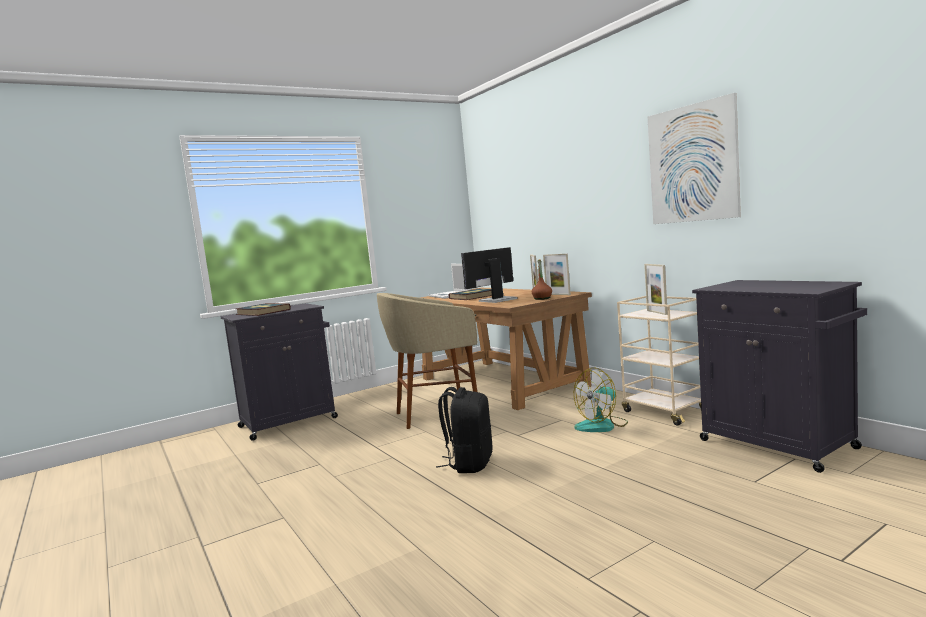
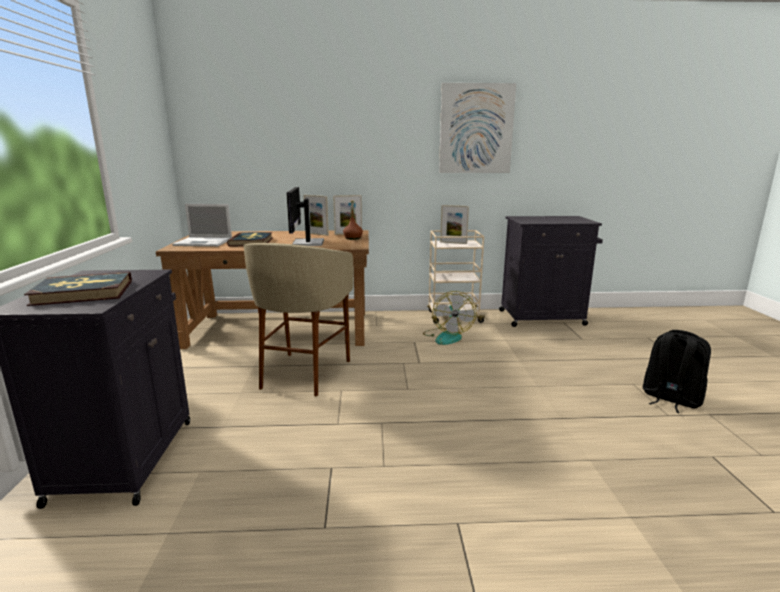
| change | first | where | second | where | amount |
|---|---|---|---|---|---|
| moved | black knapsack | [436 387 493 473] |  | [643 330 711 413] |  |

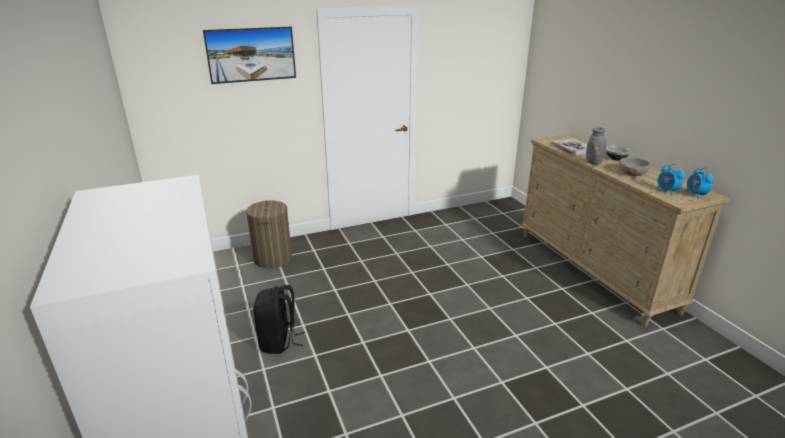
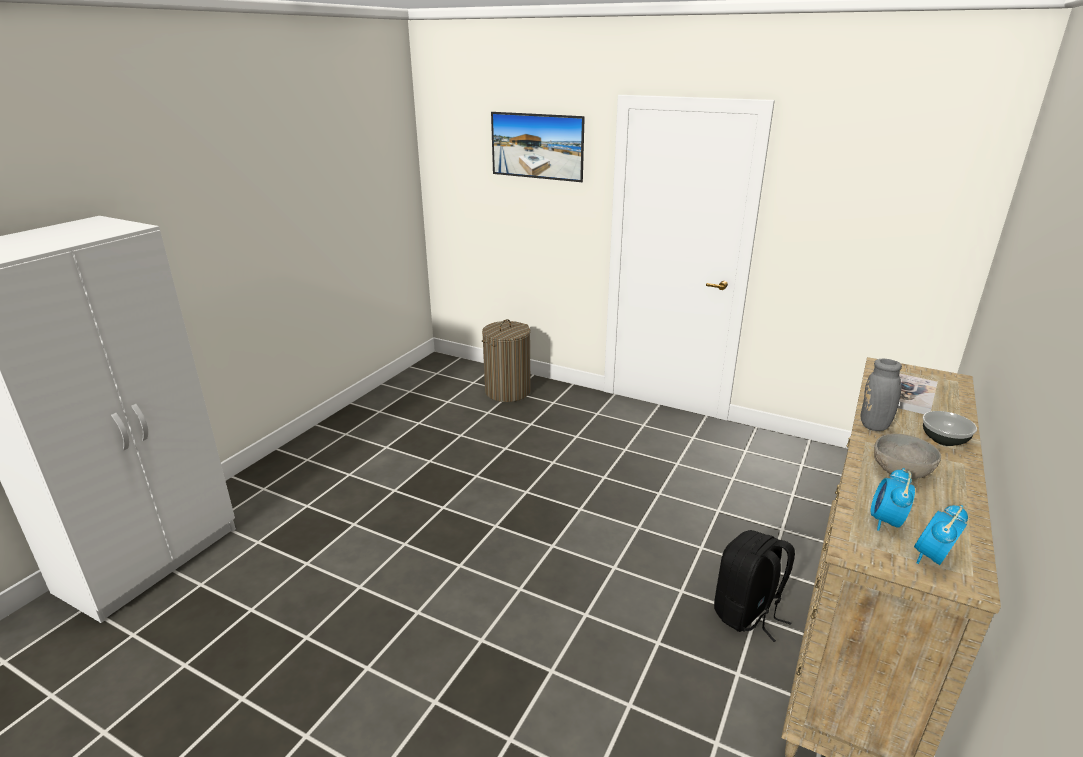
| change | first | where | second | where | amount |
|---|---|---|---|---|---|
| moved | black knapsack | [253 285 305 354] |  | [714 530 795 642] |  |

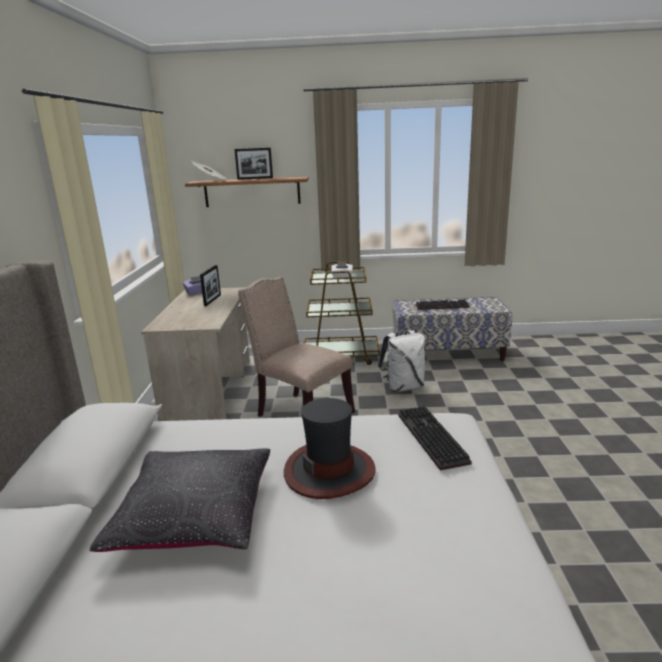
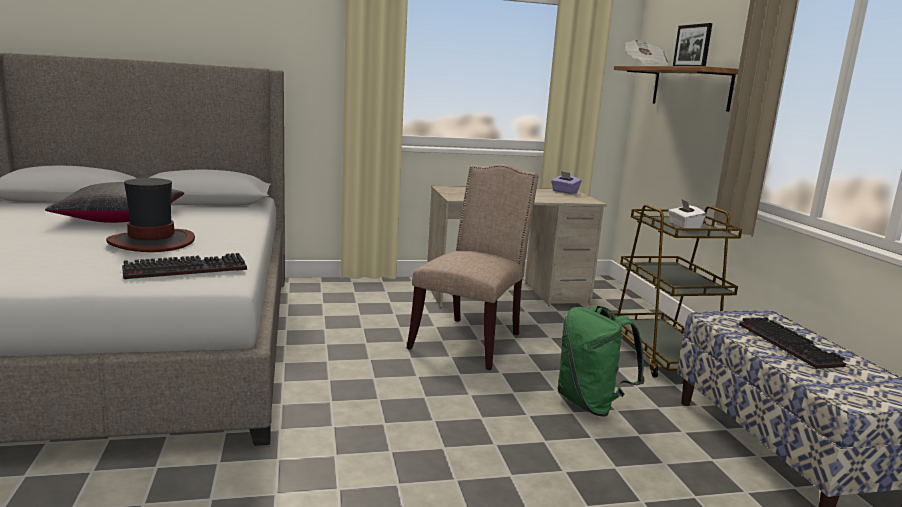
| change | first | where | second | where | amount |
|---|---|---|---|---|---|
| removed | photo frame | [200 265 221 306] |  |  |  |
| recoloured | white-coloured knapsack | [378 330 425 392] | greenish knapsack | [558 306 645 416] |  |

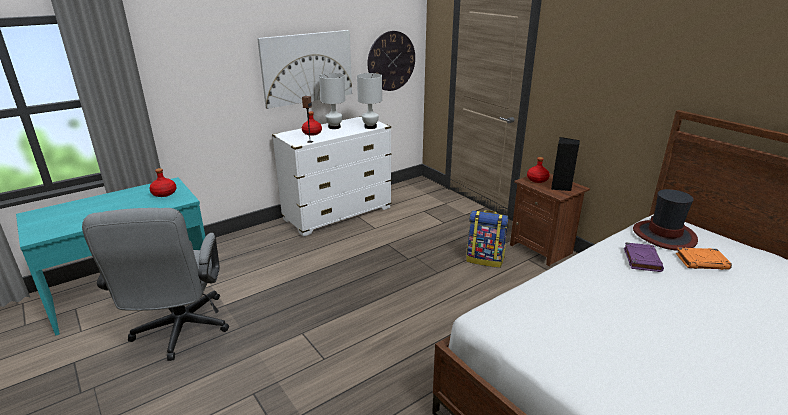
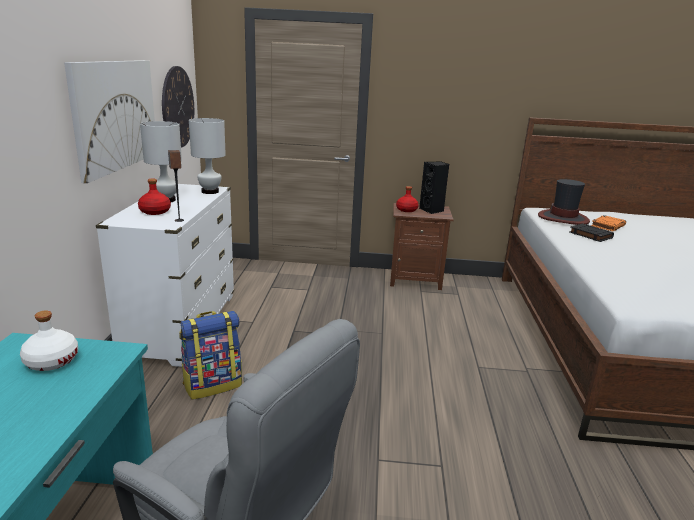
| change | first | where | second | where | amount |
|---|---|---|---|---|---|
| recoloured | red drink bottle | [150 168 176 197] | white-coloured drink bottle | [20 311 78 371] |  |
| moved | knapsack | [466 210 508 268] |  | [180 311 242 400] |  |
| recoloured | purple-coloured volume | [624 242 664 272] | black volume | [569 223 614 242] |  |

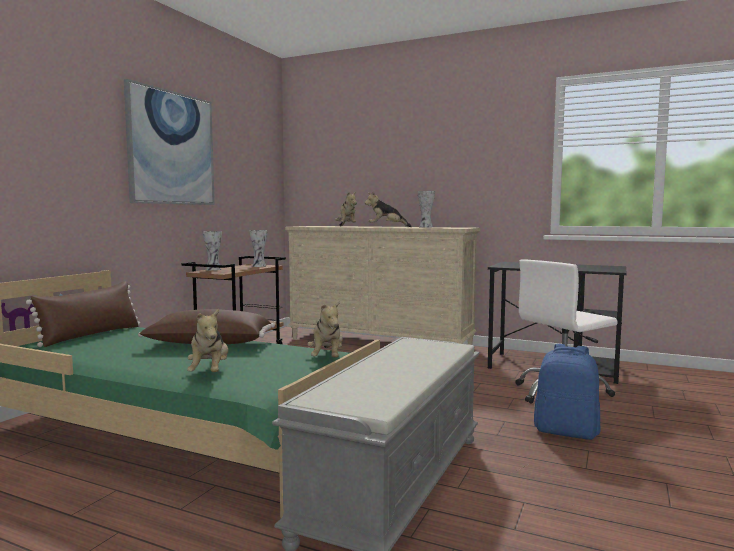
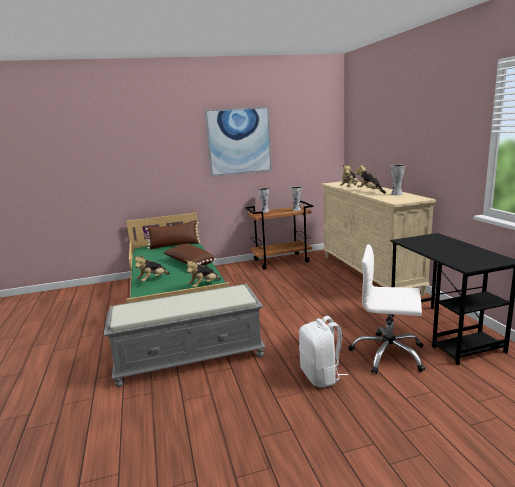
| change | first | where | second | where | amount |
|---|---|---|---|---|---|
| recoloured | blue knapsack | [534 344 601 440] | white-coloured knapsack | [299 316 348 387] |  |

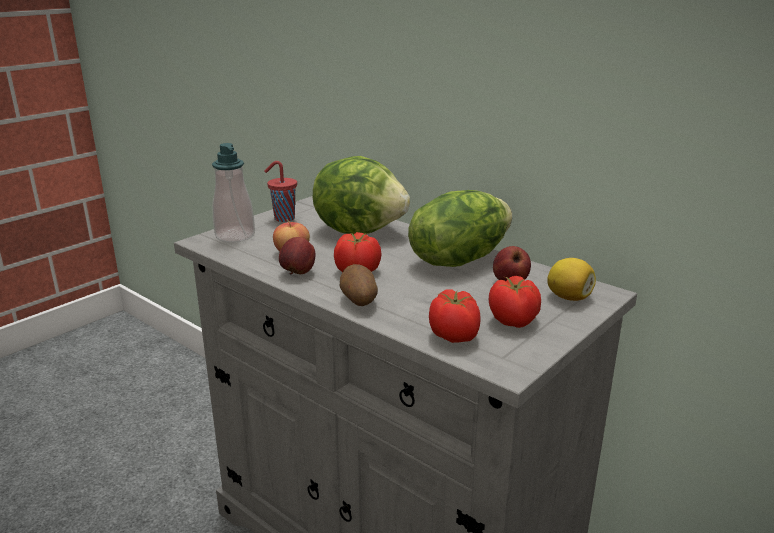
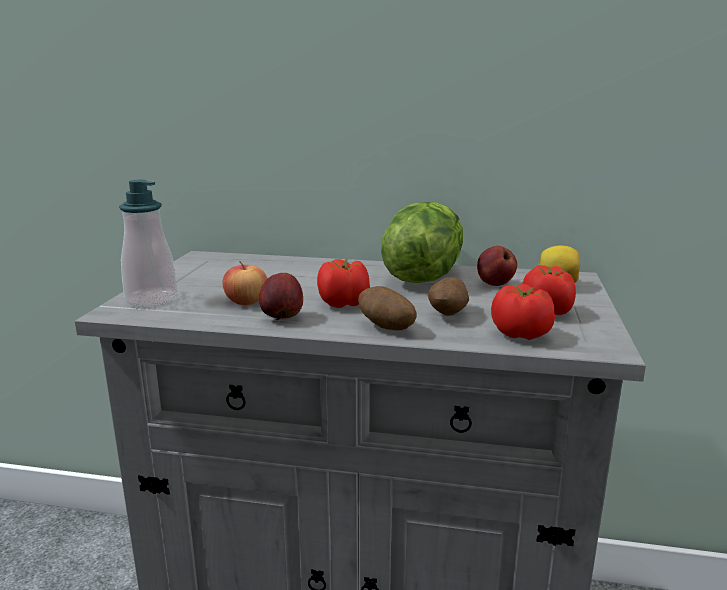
| change | first | where | second | where | amount |
|---|---|---|---|---|---|
| removed | lettuce | [313 156 410 234] |  |  |  |
| removed | red cup | [265 161 297 222] |  |  |  |
| added |  |  | whole potato | [428 277 469 316] |  |

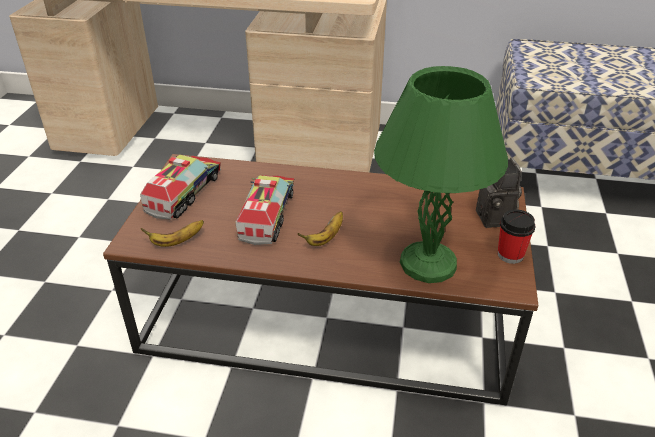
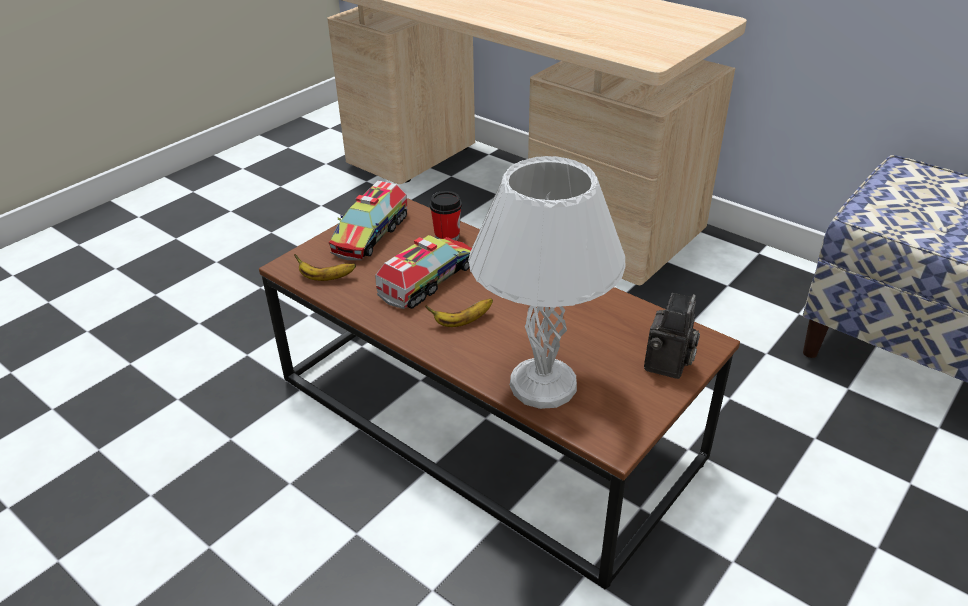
| change | first | where | second | where | amount |
|---|---|---|---|---|---|
| recoloured | greenish tabletop lamp | [374 66 508 283] | white-coloured tabletop lamp | [468 156 626 409] |  |
| turned | toy truck | [140 155 221 219] |  | [329 181 408 260] | 150 degrees clockwise |
| moved | cup | [498 209 536 264] |  | [430 191 462 241] |  |

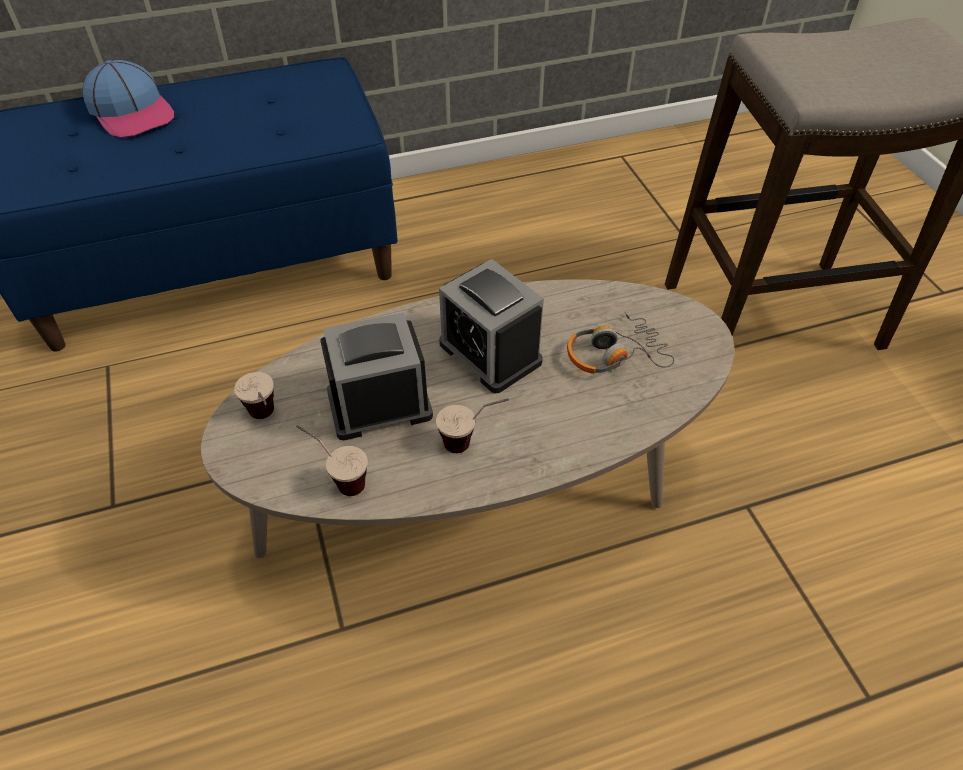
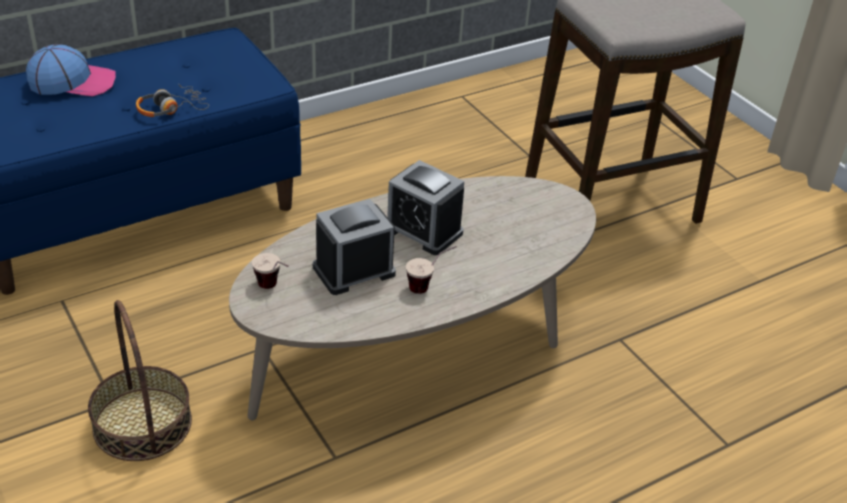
| change | first | where | second | where | amount |
|---|---|---|---|---|---|
| turned | baseball cap | [82 60 174 138] |  | [26 44 116 97] | 45 degrees counterclockwise |
| moved | headphones | [567 312 674 374] |  | [136 84 209 117] |  |
| removed | cup | [296 425 368 496] |  |  |  |
| added |  |  | storage basket | [88 300 192 461] |  |

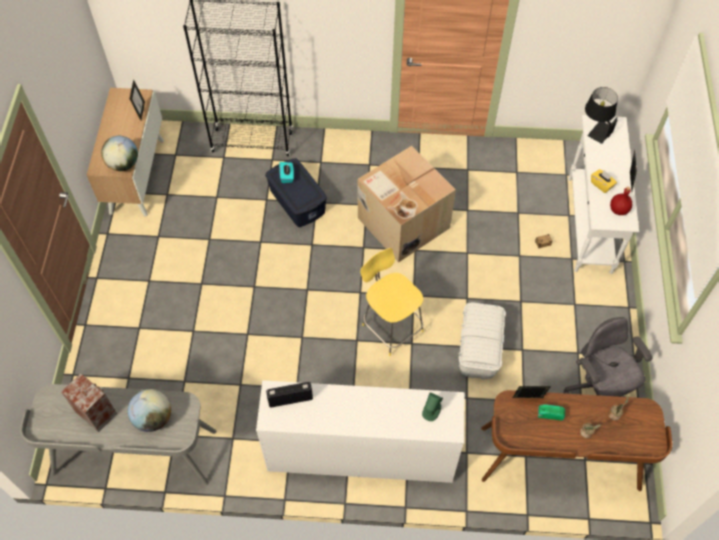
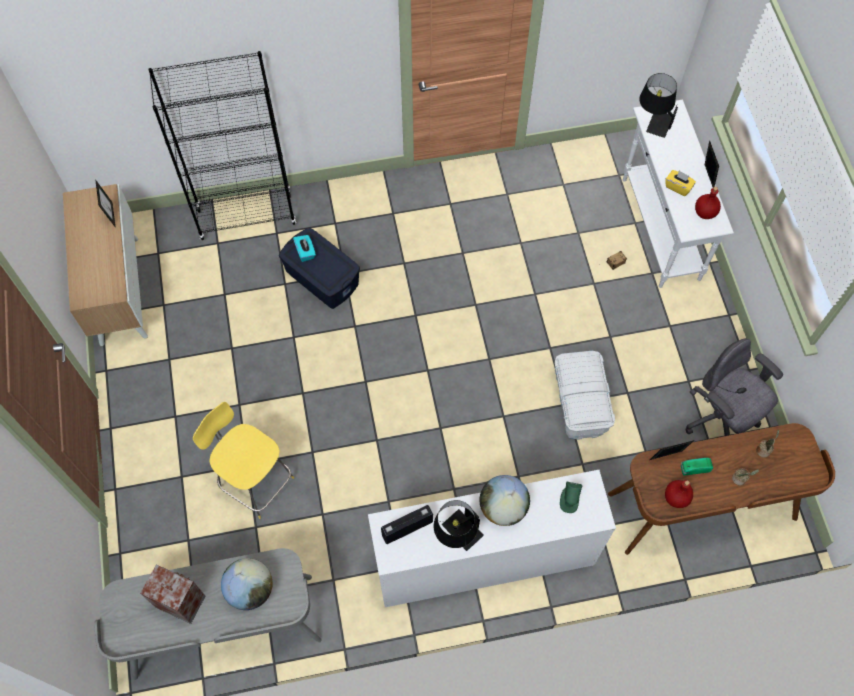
| change | first | where | second | where | amount |
|---|---|---|---|---|---|
| moved | globe | [101 136 138 171] |  | [480 475 530 526] |  |
| removed | carton | [358 146 456 262] |  |  |  |
| moved | yellow stool | [361 248 424 356] |  | [193 402 294 519] |  |
| added |  |  | red drink bottle | [665 480 693 508] |  |
| added |  |  | black tabletop lamp | [434 500 484 551] |  |

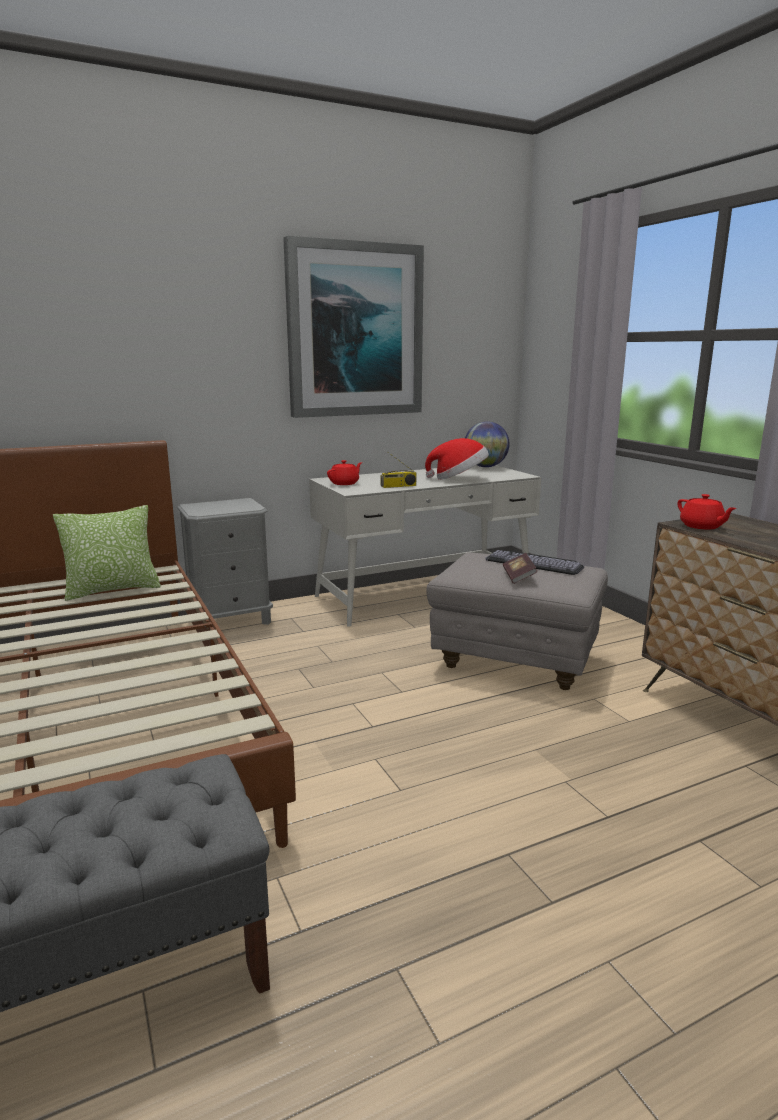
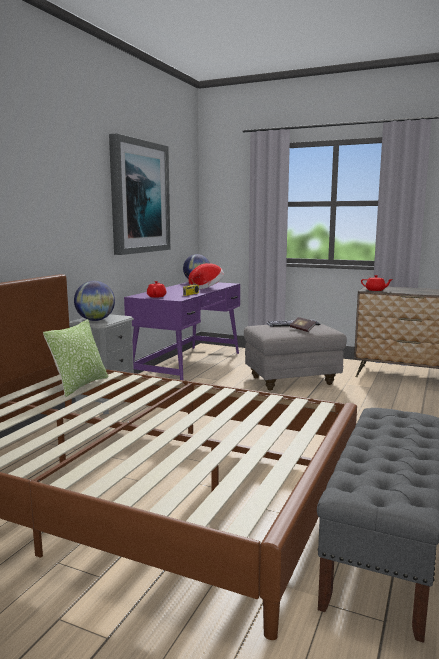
| change | first | where | second | where | amount |
|---|---|---|---|---|---|
| recoloured | white-coloured desk unit | [309 465 541 626] | purple-coloured desk unit | [124 282 240 380] |  |
| added |  |  | globe | [74 281 115 321] |  |

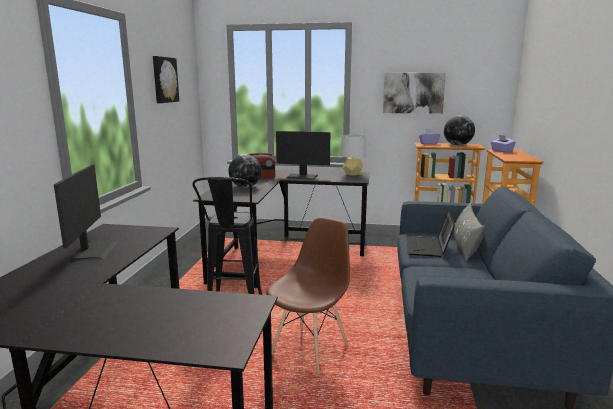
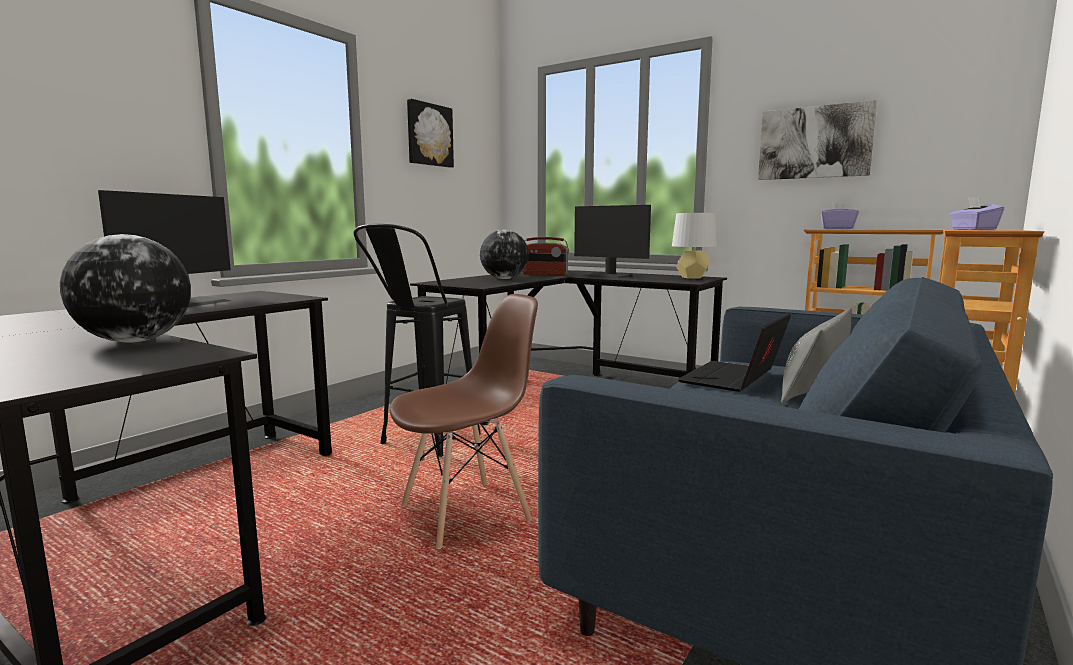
| change | first | where | second | where | amount |
|---|---|---|---|---|---|
| moved | globe | [444 115 475 146] |  | [60 234 191 343] |  |

